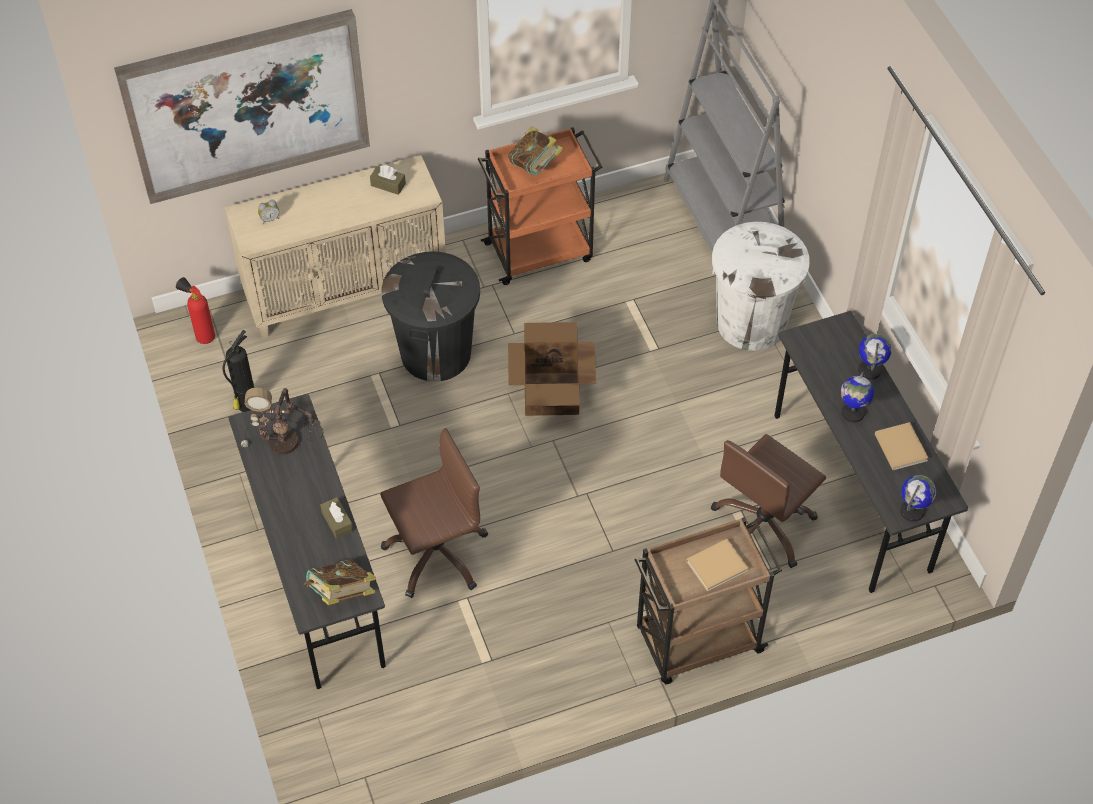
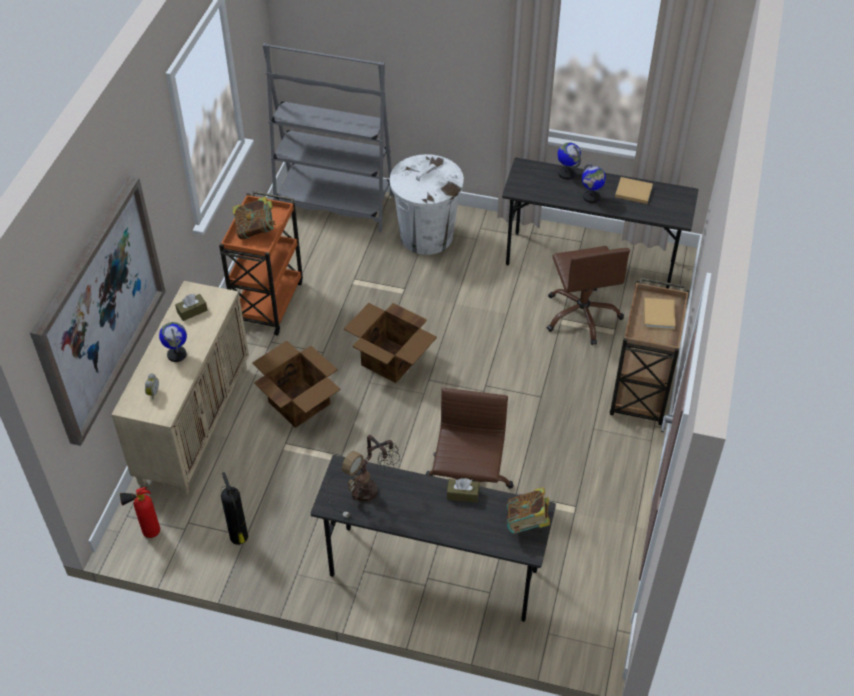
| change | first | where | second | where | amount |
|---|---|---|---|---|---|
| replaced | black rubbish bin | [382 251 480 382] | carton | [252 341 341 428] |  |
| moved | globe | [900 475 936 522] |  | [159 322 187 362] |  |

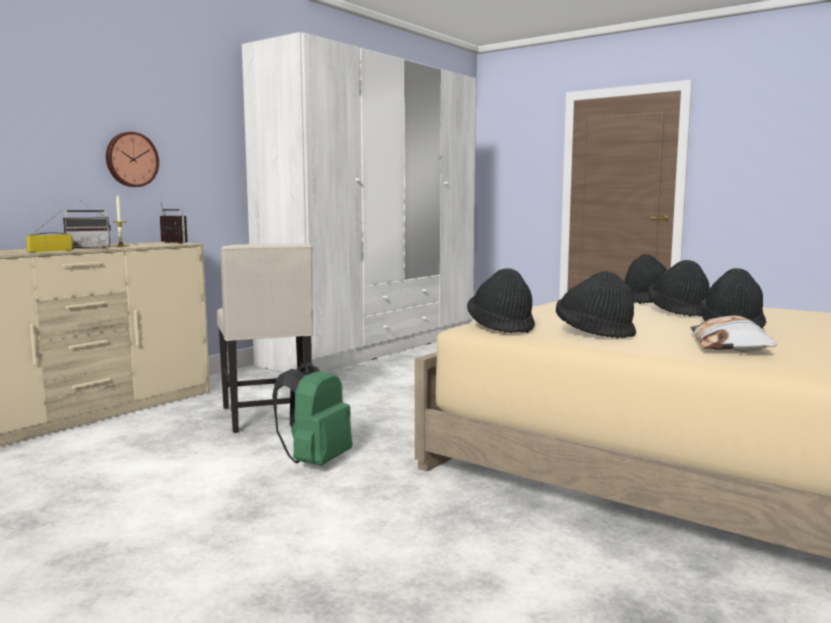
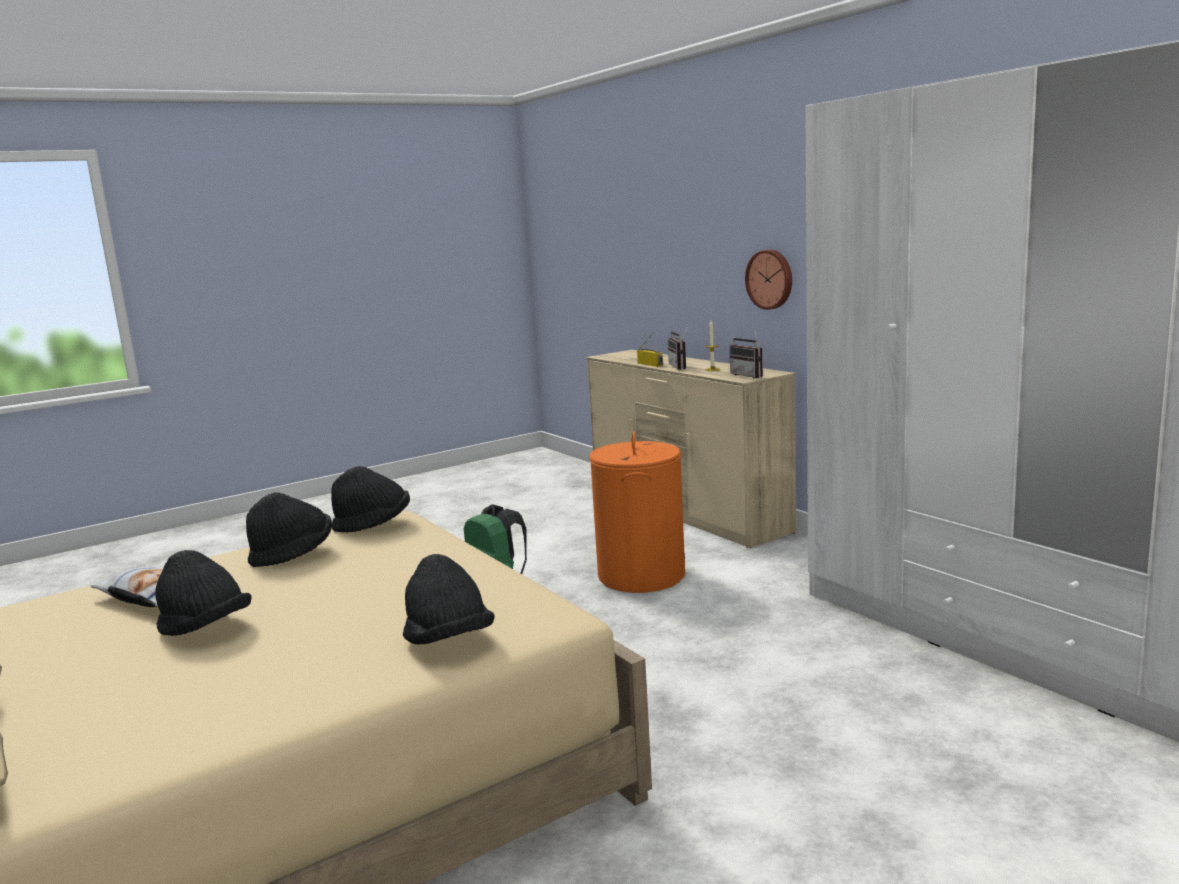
| change | first | where | second | where | amount |
|---|---|---|---|---|---|
| turned | radio | [160 202 188 244] |  | [729 327 763 378] | 90 degrees clockwise |
| replaced | sand-coloured plain chair | [217 244 313 433] | orange-coloured hamper | [589 432 685 593] |  |
| removed | black clothing hat | [648 260 710 317] |  |  |  |

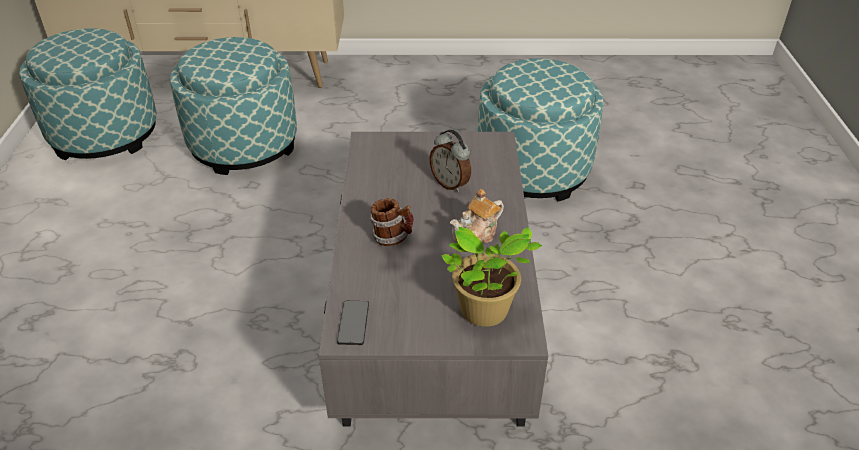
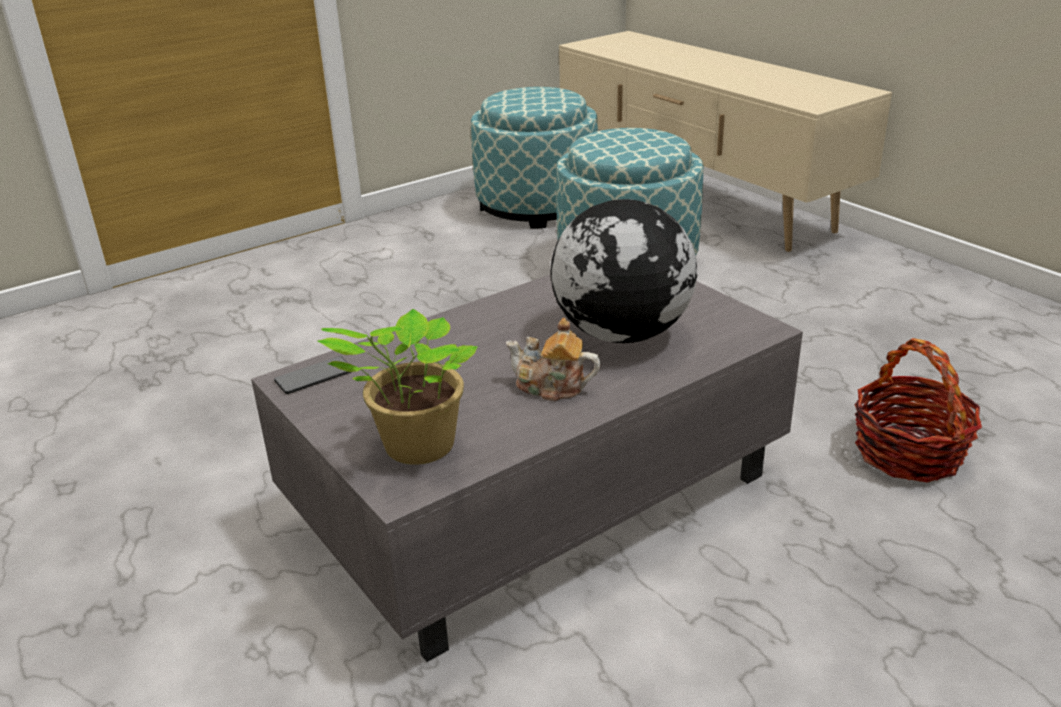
| change | first | where | second | where | amount |
|---|---|---|---|---|---|
| replaced | pouffe | [478 58 604 201] | storage basket | [854 338 982 483] |  |
| replaced | alarm clock | [430 129 471 192] | globe | [550 199 697 343] |  |
| removed | coffee mug | [370 198 414 246] |  |  |  |

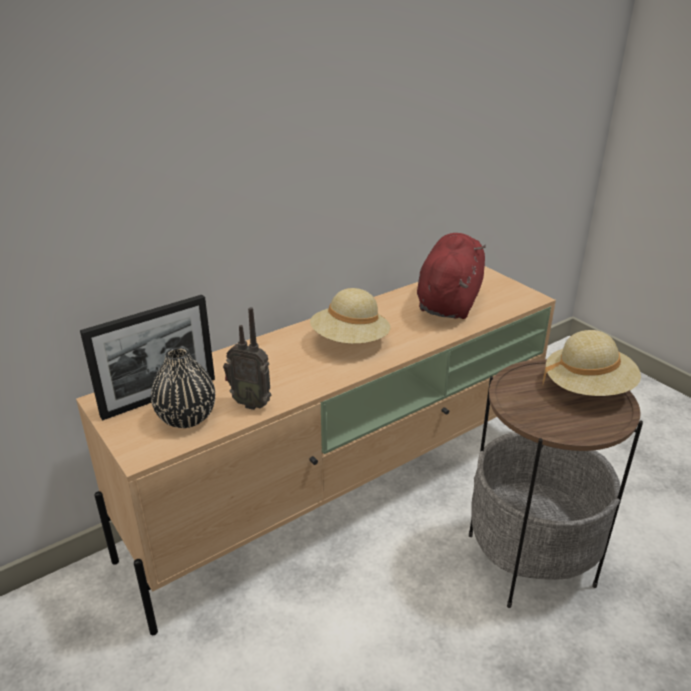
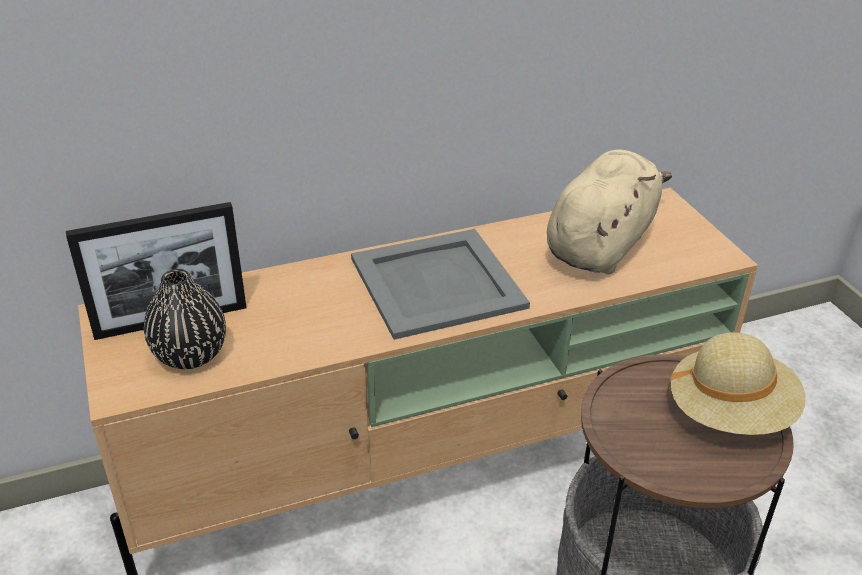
| change | first | where | second | where | amount |
|---|---|---|---|---|---|
| recoloured | red plush toy | [417 233 486 319] | sand-coloured plush toy | [547 150 672 274] |  |
| replaced | sand-coloured clothing hat | [310 288 391 344] | greyish serving tray | [351 229 530 340] |  |
| removed | radio | [223 307 271 410] |  |  |  |

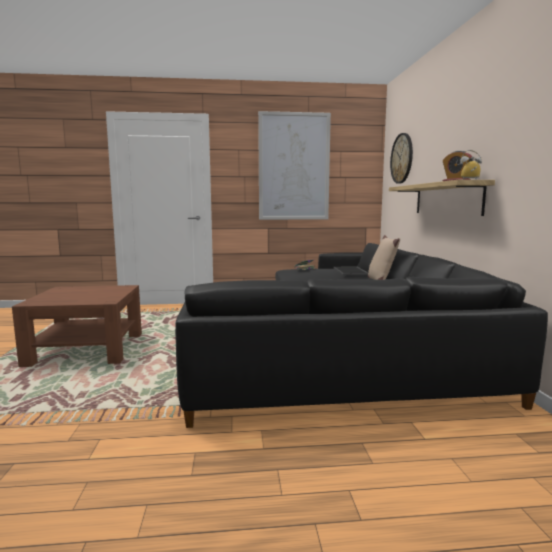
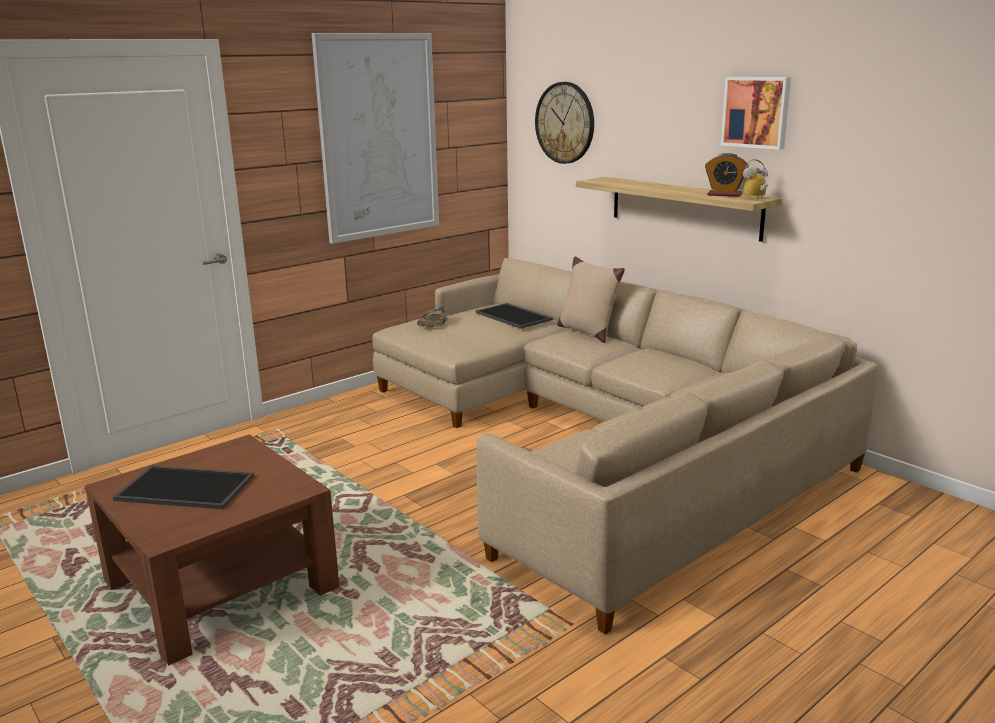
| change | first | where | second | where | amount |
|---|---|---|---|---|---|
| recoloured | black couch | [175 243 548 428] | sand-coloured couch | [373 258 878 634] |  |
| added |  |  | wall art | [721 77 791 150] |  |
| added |  |  | serving tray | [113 466 254 509] |  |

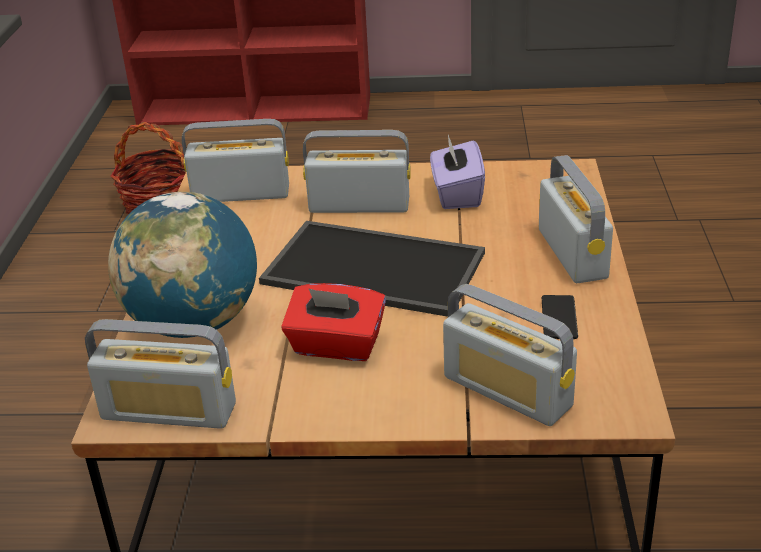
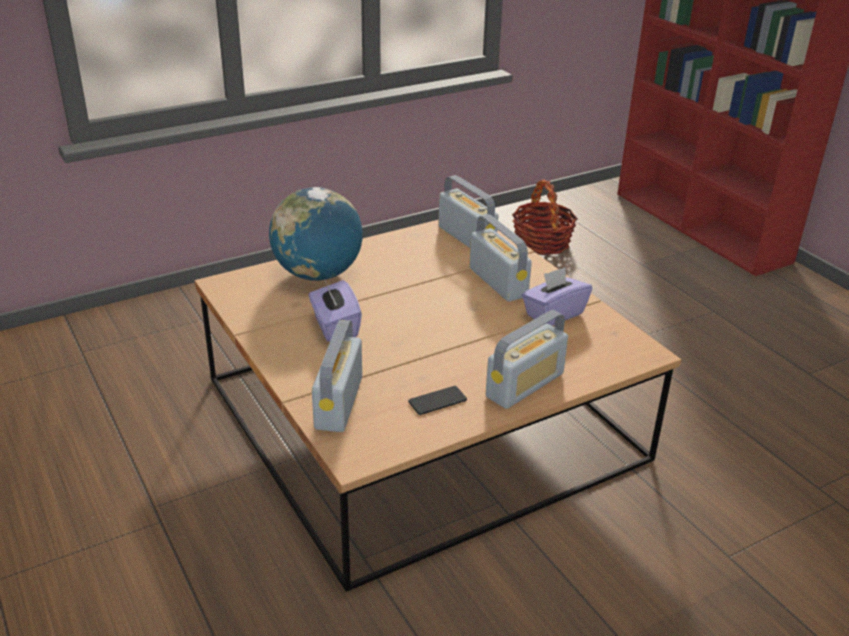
| change | first | where | second | where | amount |
|---|---|---|---|---|---|
| removed | serving tray | [259 221 485 317] |  |  |  |
| recoloured | red tissue holder | [281 283 386 361] | purple-coloured tissue holder | [309 280 362 342] |  |
| removed | radio | [85 319 236 429] |  |  |  |

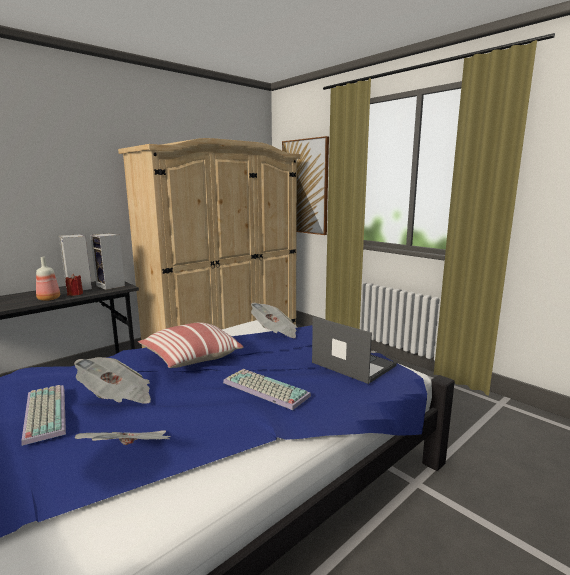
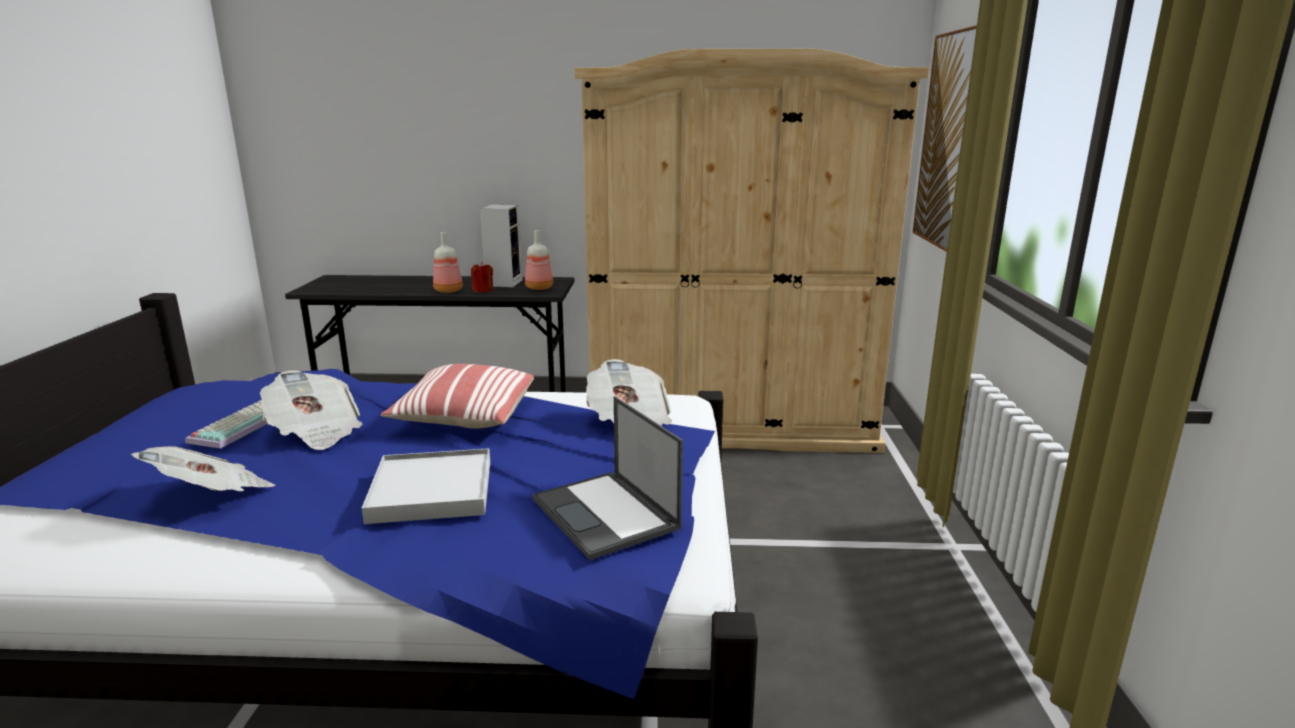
| change | first | where | second | where | amount |
|---|---|---|---|---|---|
| replaced | speaker | [90 233 125 290] | drink bottle | [525 230 553 290] |  |
| turned | laptop | [312 316 397 384] |  | [533 396 683 560] | 150 degrees clockwise |
| replaced | computer keyboard | [223 369 311 410] | white-coloured serving tray | [362 448 490 524] |  |

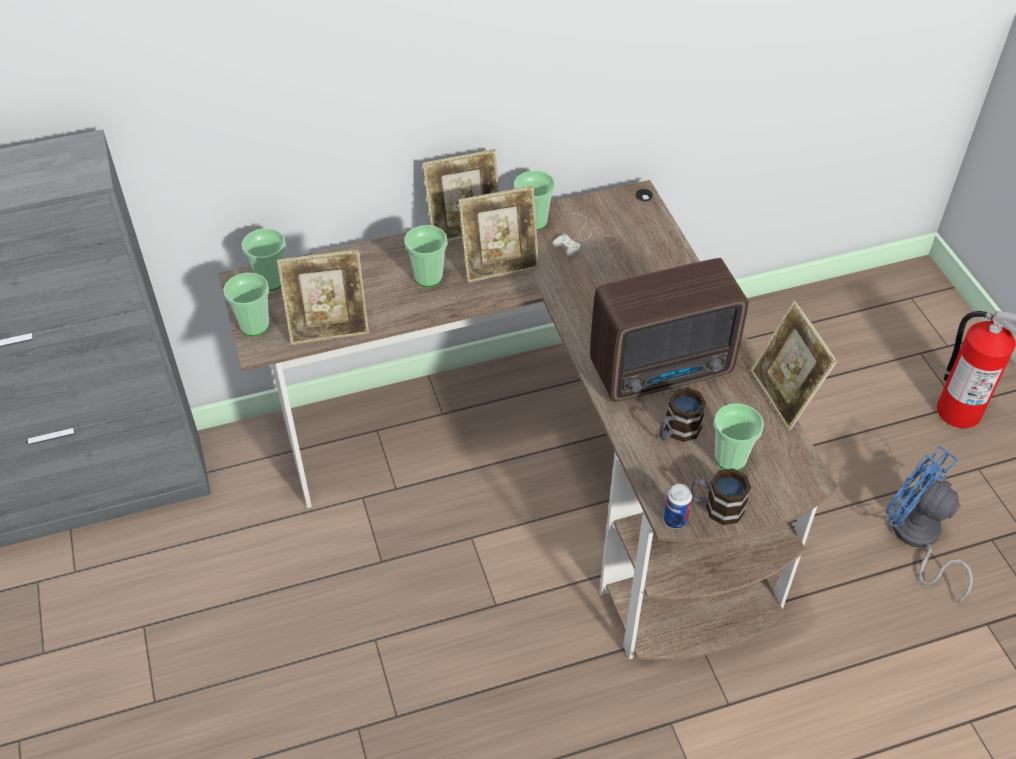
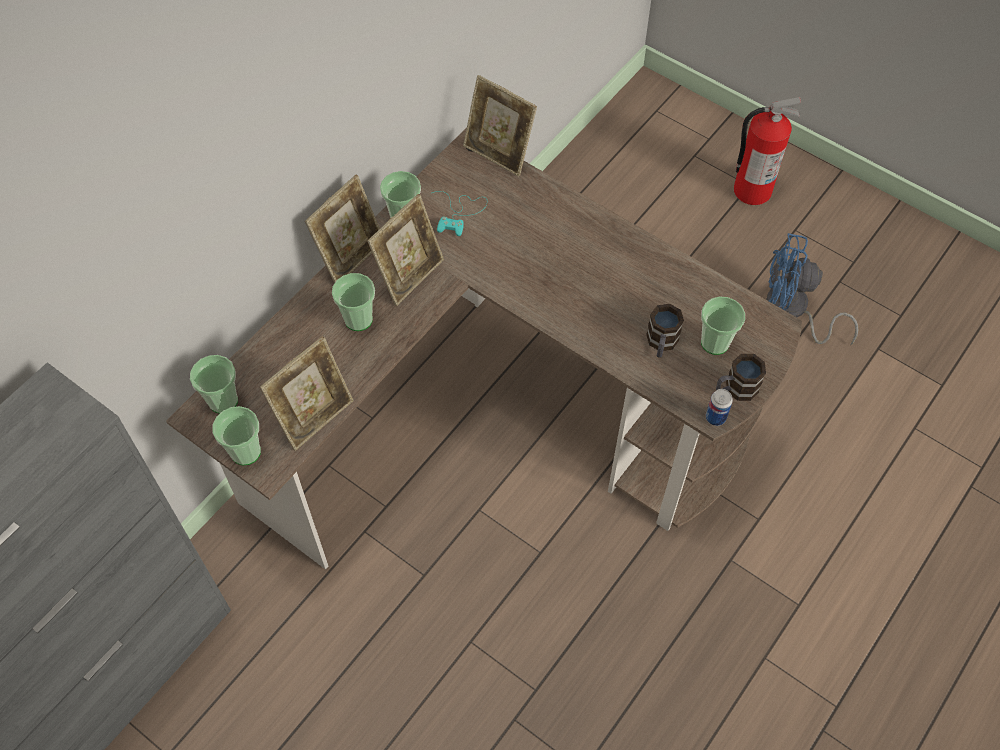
| change | first | where | second | where | amount |
|---|---|---|---|---|---|
| recoloured | white-coloured gamepad | [552 213 617 257] | turquoise-coloured gamepad | [432 191 487 236] |  |
| removed | radio | [590 258 748 402] |  |  |  |
| moved | photo frame | [751 301 837 430] |  | [463 75 537 176] |  |

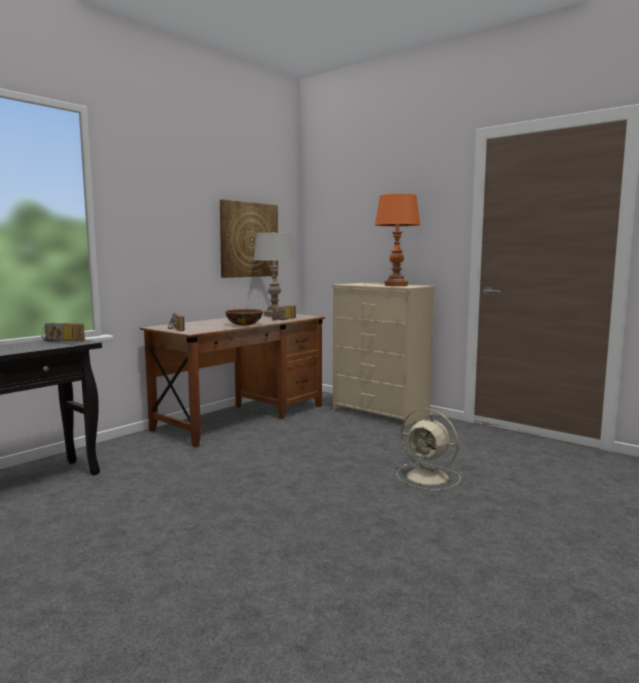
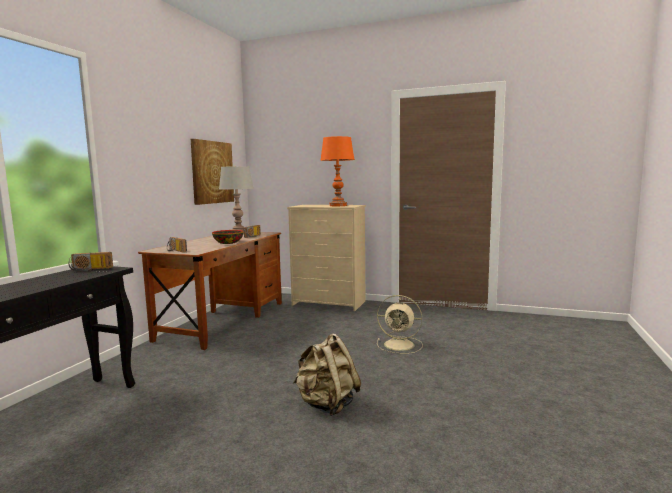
| change | first | where | second | where | amount |
|---|---|---|---|---|---|
| added |  |  | sand-coloured knapsack | [293 334 361 416] |  |

